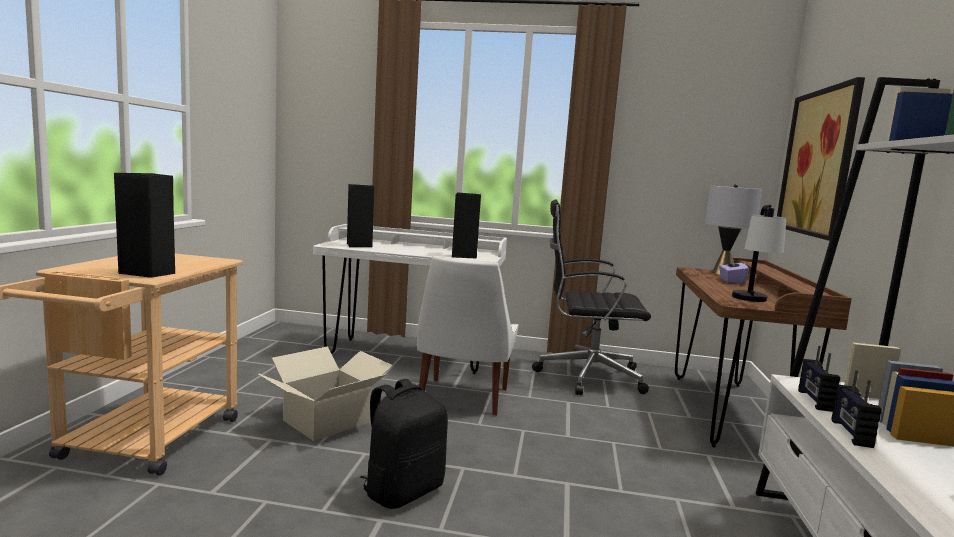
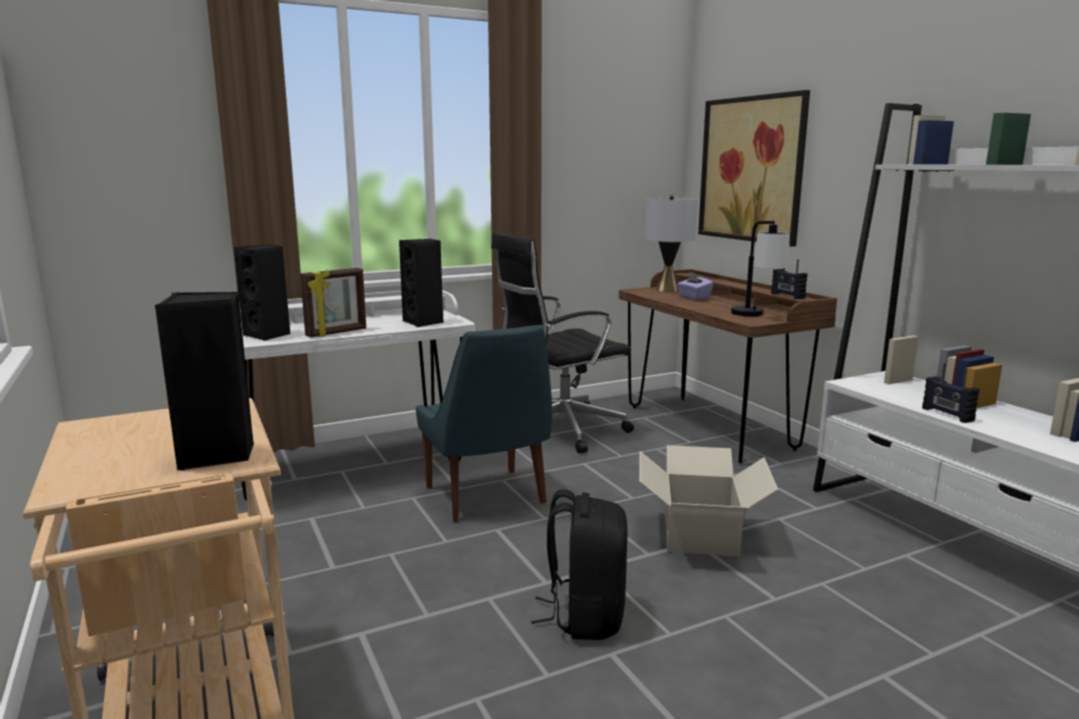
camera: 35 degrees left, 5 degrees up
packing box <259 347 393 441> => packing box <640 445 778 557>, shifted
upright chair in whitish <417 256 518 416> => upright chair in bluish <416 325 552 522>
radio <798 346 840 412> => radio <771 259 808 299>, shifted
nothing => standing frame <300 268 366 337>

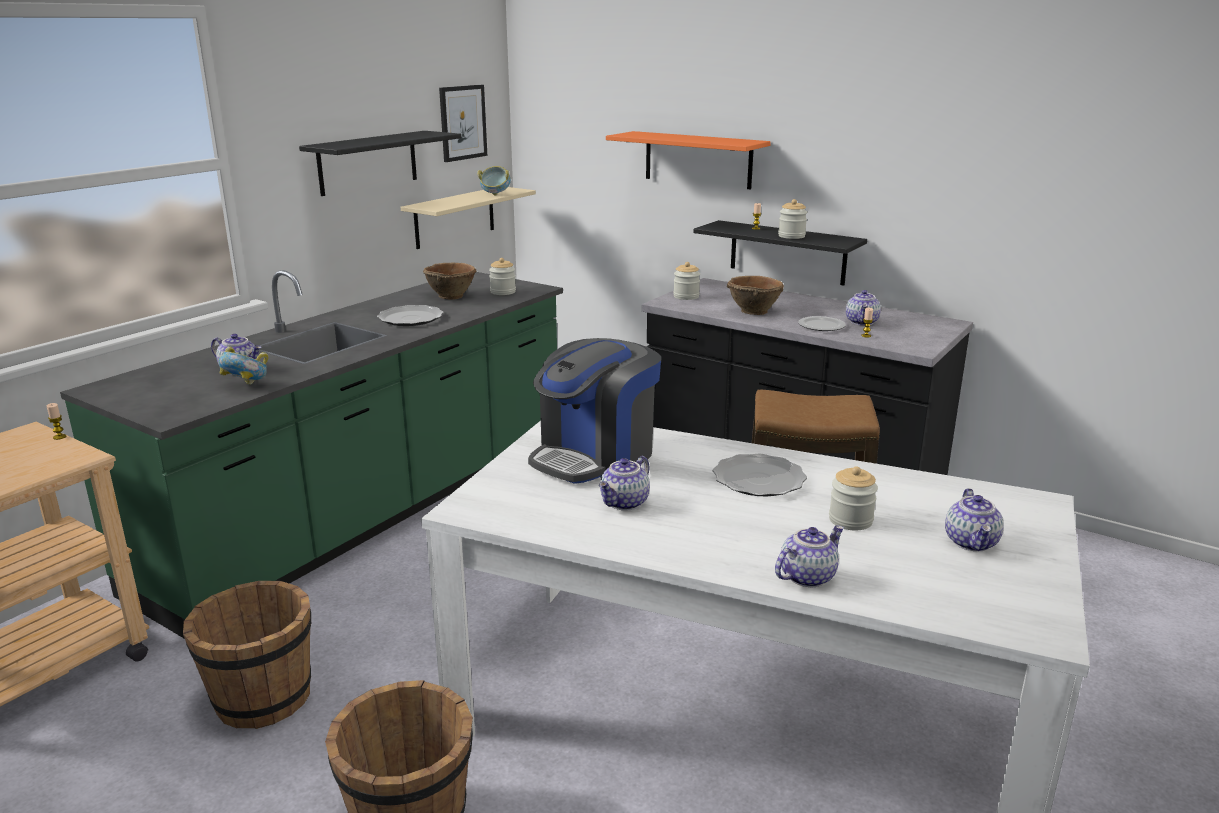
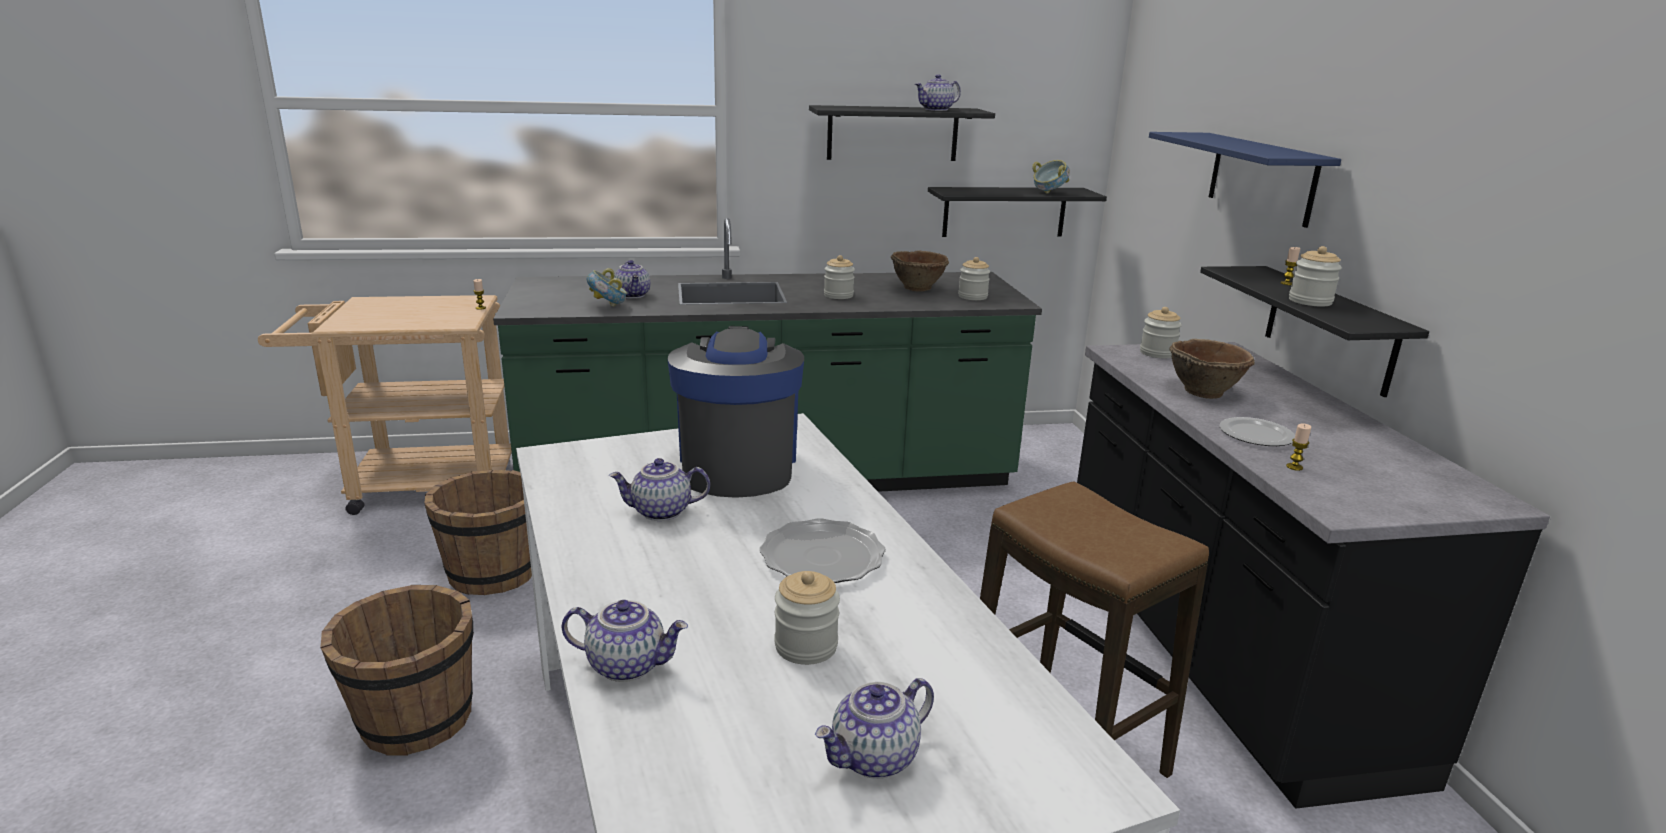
camera: 45 degrees right, 0 degrees up
dinner plate <377 305 444 326> => storage jar <824 255 855 299>
bracket shelf in beige-coloured <401 187 536 249> => bracket shelf in blackish <928 187 1107 237>
wall picture <439 85 487 162> => nothing
coffee maker <528 338 661 484> => coffee maker <667 326 804 498>, 90 degrees clockwise
bracket shelf in orange-coloured <606 131 771 189> => bracket shelf in bluish <1149 132 1341 228>
tea pot <846 290 881 325> => tea pot <915 74 961 111>, shifted

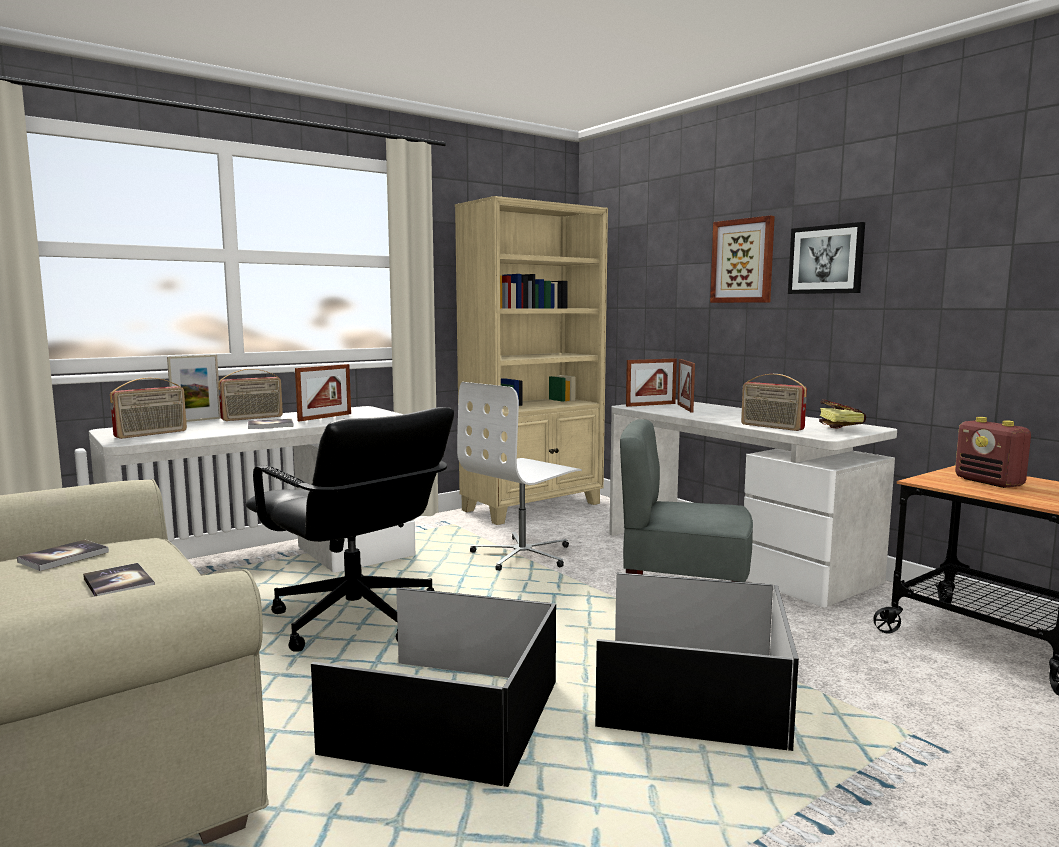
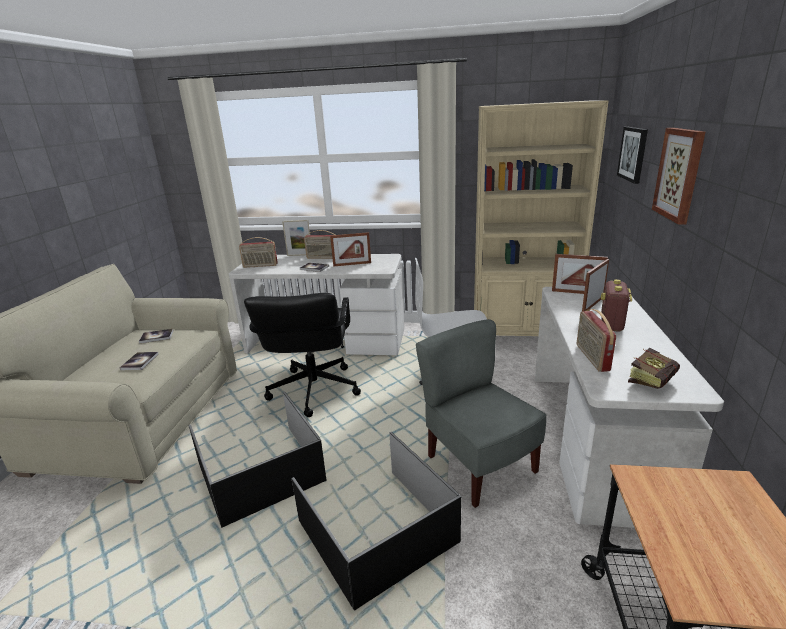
camera: 45 degrees right, 15 degrees up
wall picture <788 222 865 294> => wall picture <617 127 648 184>, shifted
radio <955 417 1031 488> => radio <601 279 632 332>, shifted

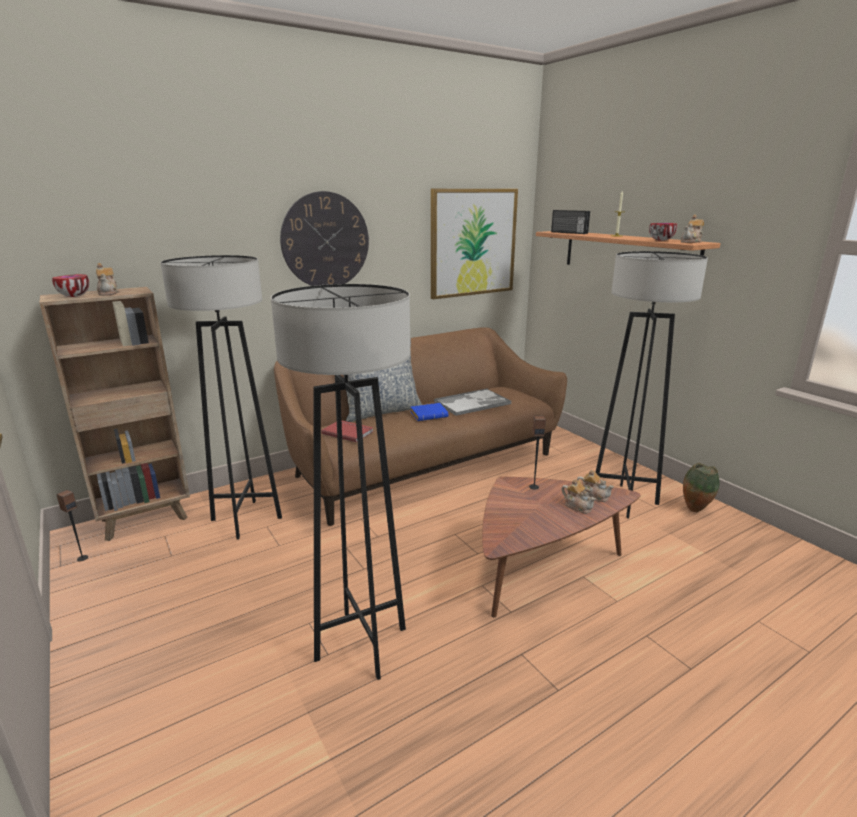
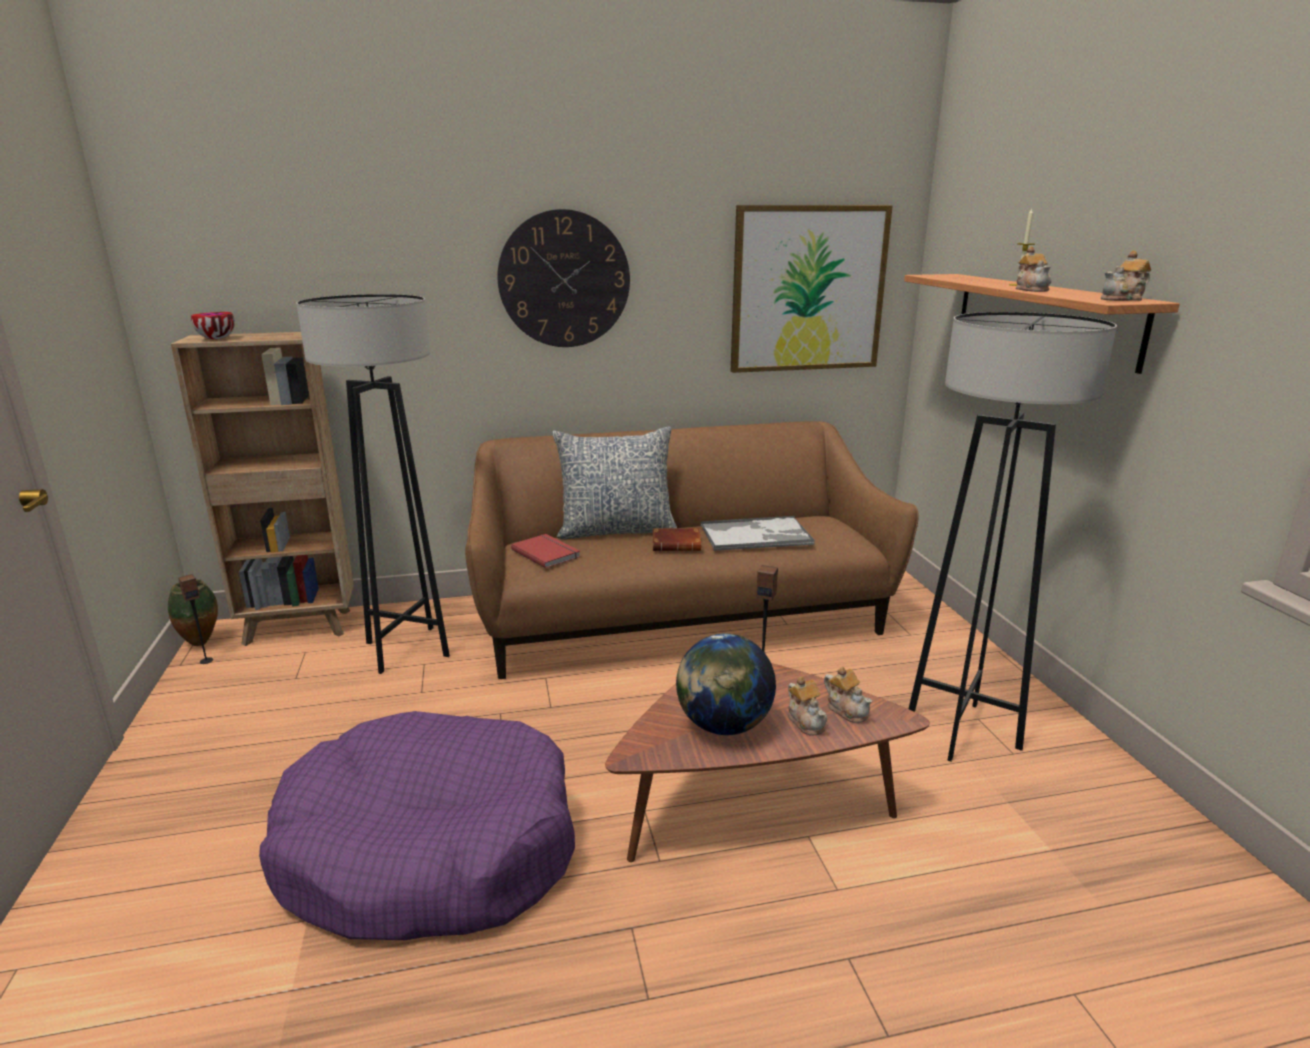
camera: 20 degrees right, 0 degrees up
tea pot <96 263 120 296> => tea pot <1016 246 1051 292>, shifted
floor lamp in grey <271 284 410 680> => dog bed in purplish <259 711 575 940>
volume in bluish <410 403 449 421> => volume in brownish <653 528 701 551>
radio <551 210 590 234> => nothing
deep dish <649 223 677 241> => nothing
flower vase <683 463 720 512> => flower vase <168 579 218 646>, shifted
nothing => globe <676 634 776 735>

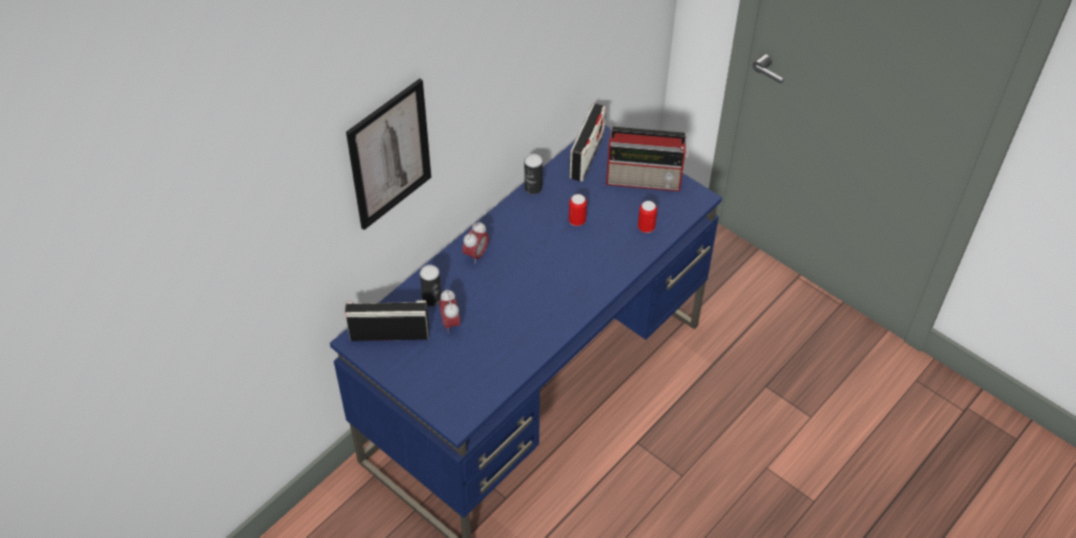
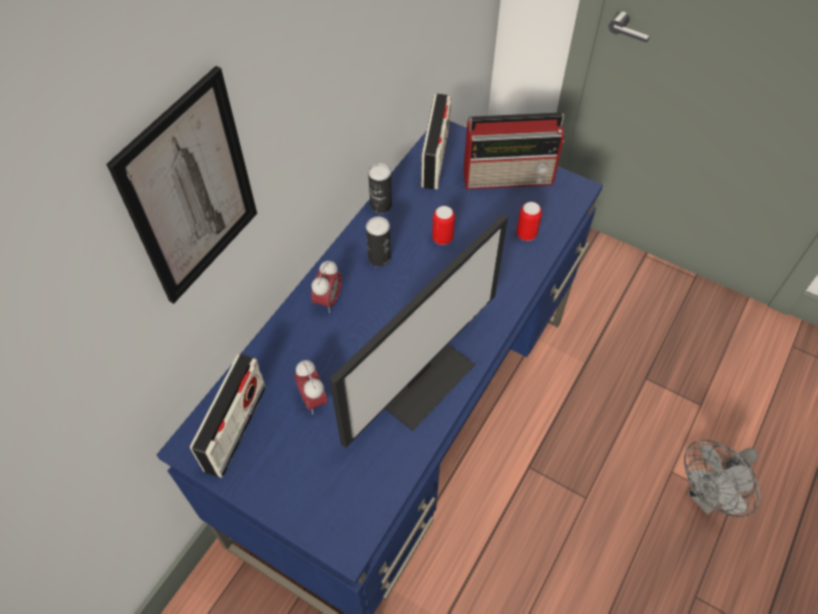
camera: 10 degrees left, 5 degrees up
radio <345 300 429 341> => radio <190 354 266 478>, 120 degrees clockwise
sealed can <420 265 441 306> => sealed can <366 216 391 267>, shifted
nothing => computer screen <329 214 508 448>
nothing => cooling fan in grey <684 440 760 517>

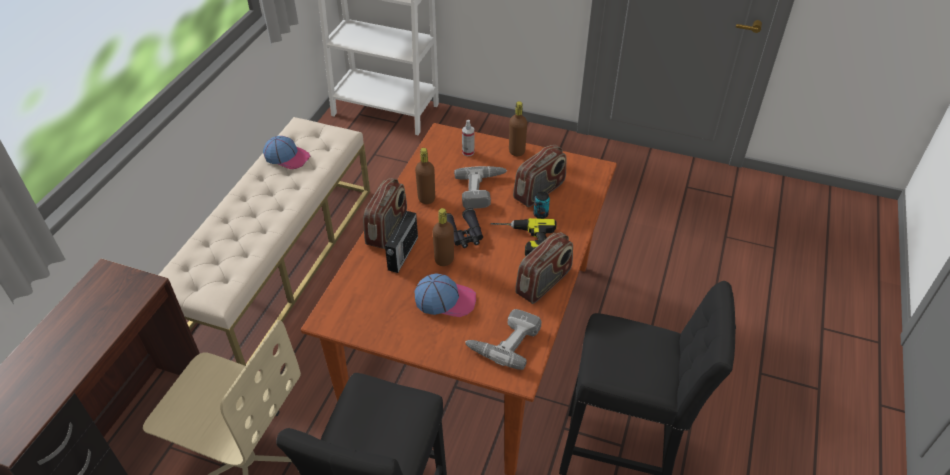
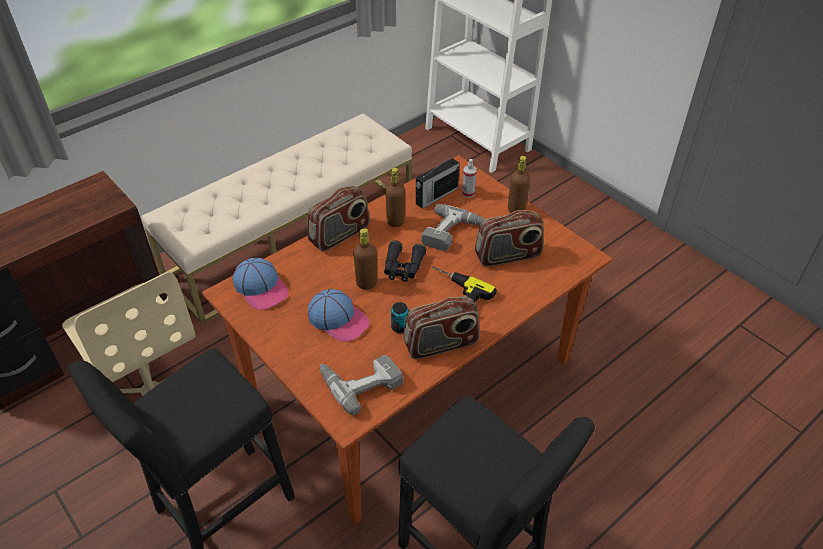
camera: 30 degrees right, 0 degrees up
cap <263 136 310 169> => cap <233 258 288 310>, shifted
radio <385 210 418 273> => radio <416 155 459 209>, shifted
sealed can <533 192 550 219> => sealed can <391 302 409 333>, shifted

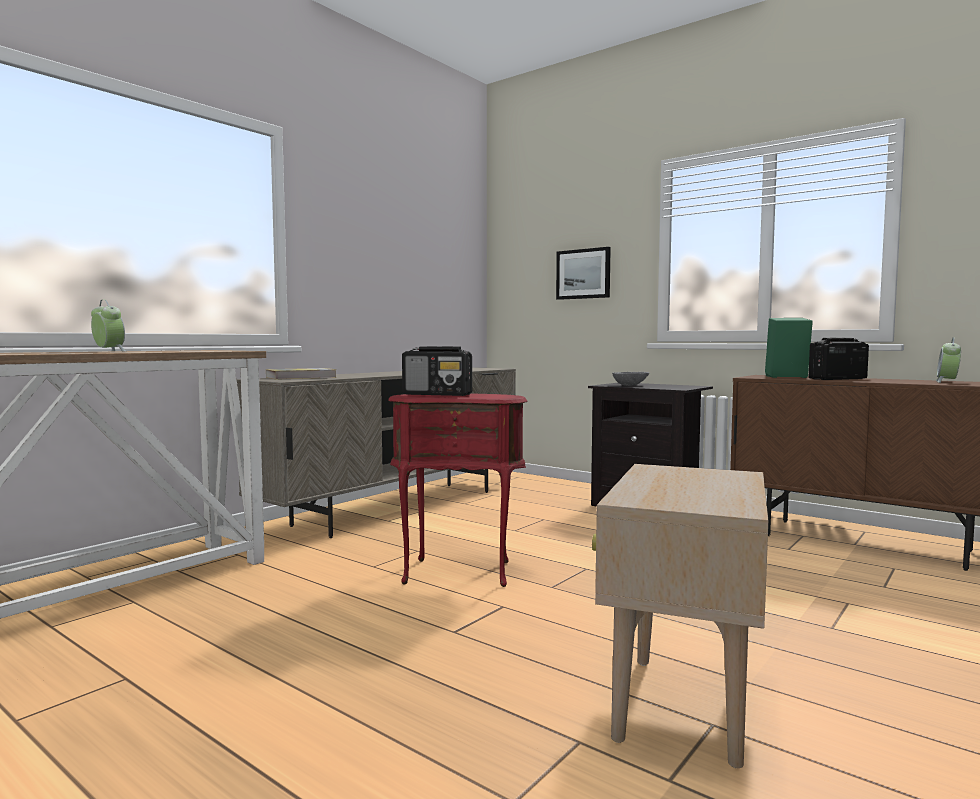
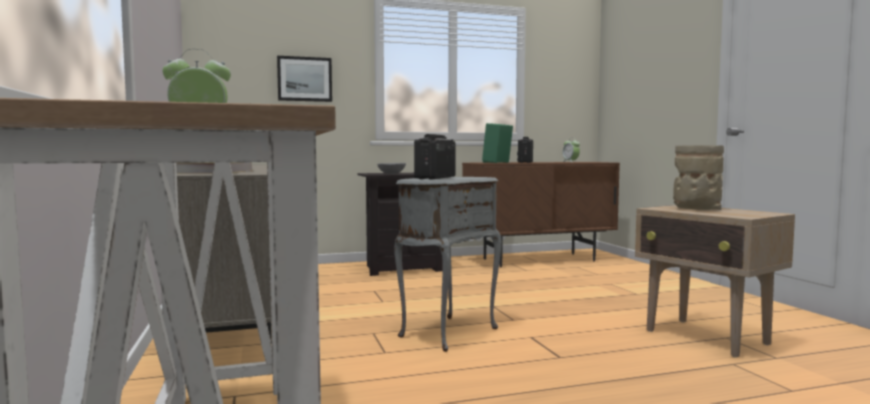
camera: 55 degrees left, 0 degrees up
side table in red-coloured <388 393 527 587> => side table in grey <394 177 501 352>
radio <402 346 472 396> => radio <414 134 456 179>, 150 degrees clockwise
nothing => flower vase in beige-coloured <673 145 724 210>

